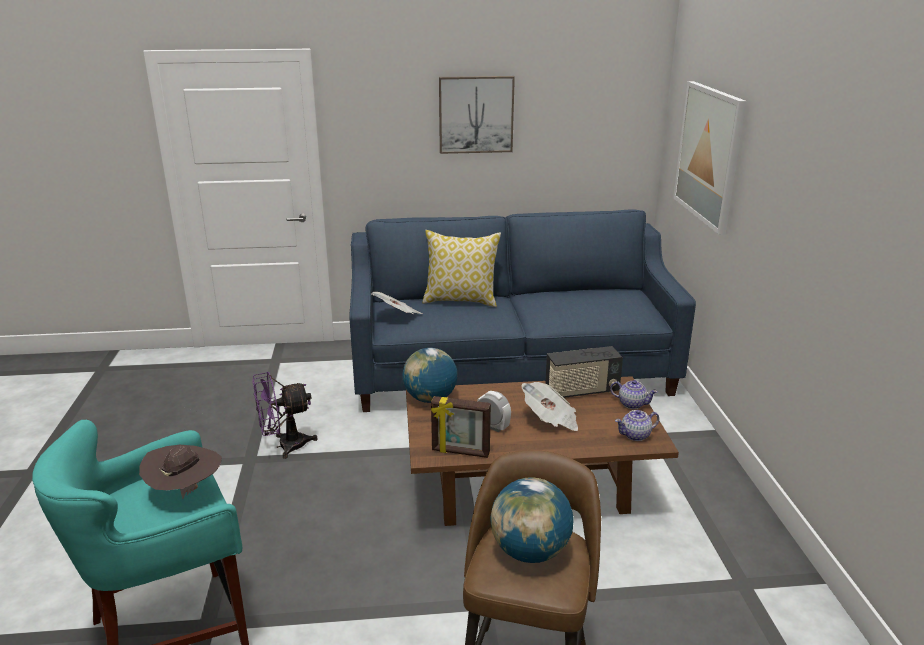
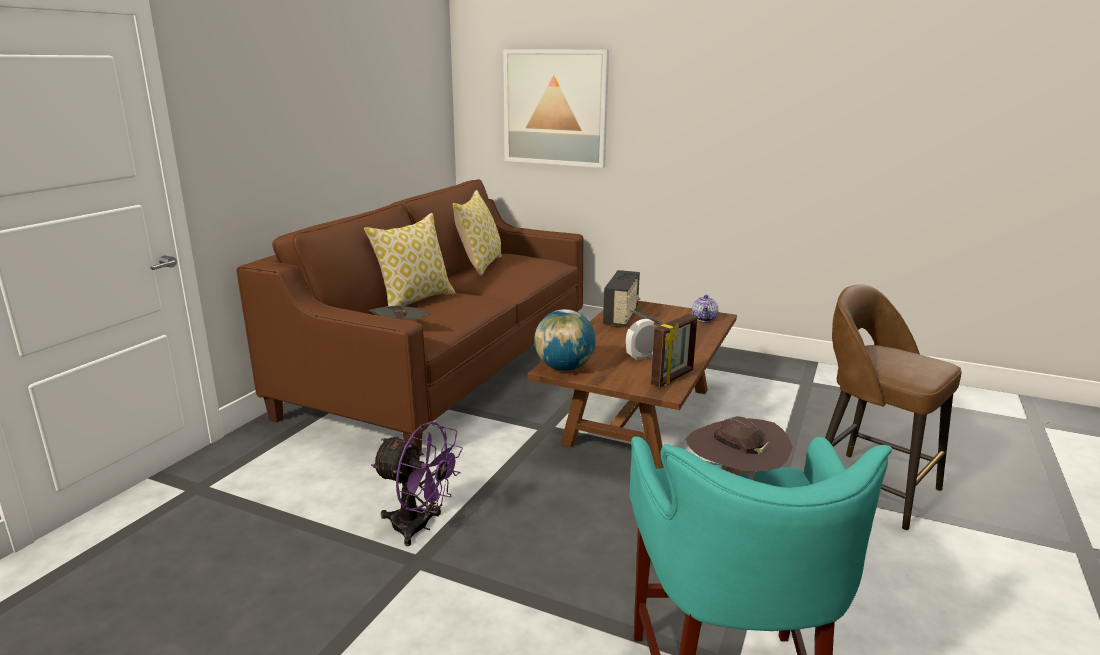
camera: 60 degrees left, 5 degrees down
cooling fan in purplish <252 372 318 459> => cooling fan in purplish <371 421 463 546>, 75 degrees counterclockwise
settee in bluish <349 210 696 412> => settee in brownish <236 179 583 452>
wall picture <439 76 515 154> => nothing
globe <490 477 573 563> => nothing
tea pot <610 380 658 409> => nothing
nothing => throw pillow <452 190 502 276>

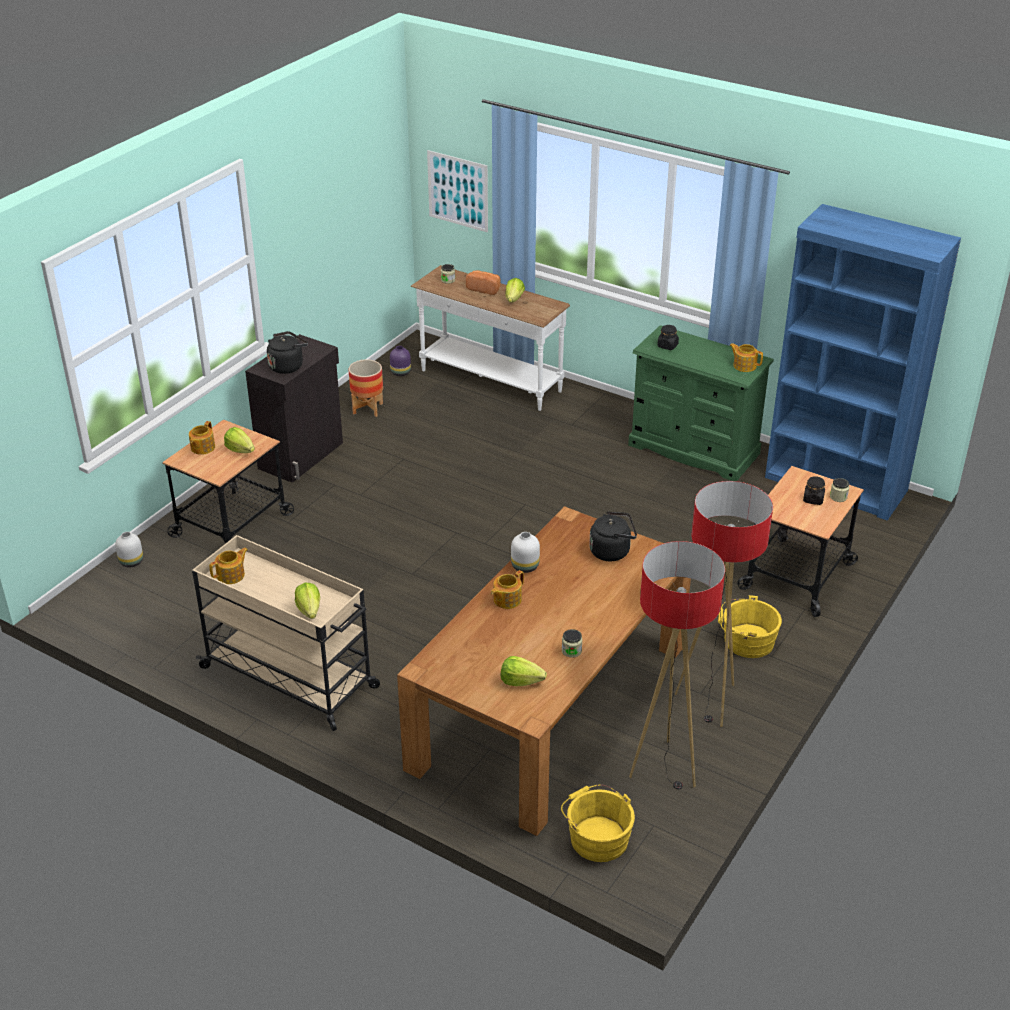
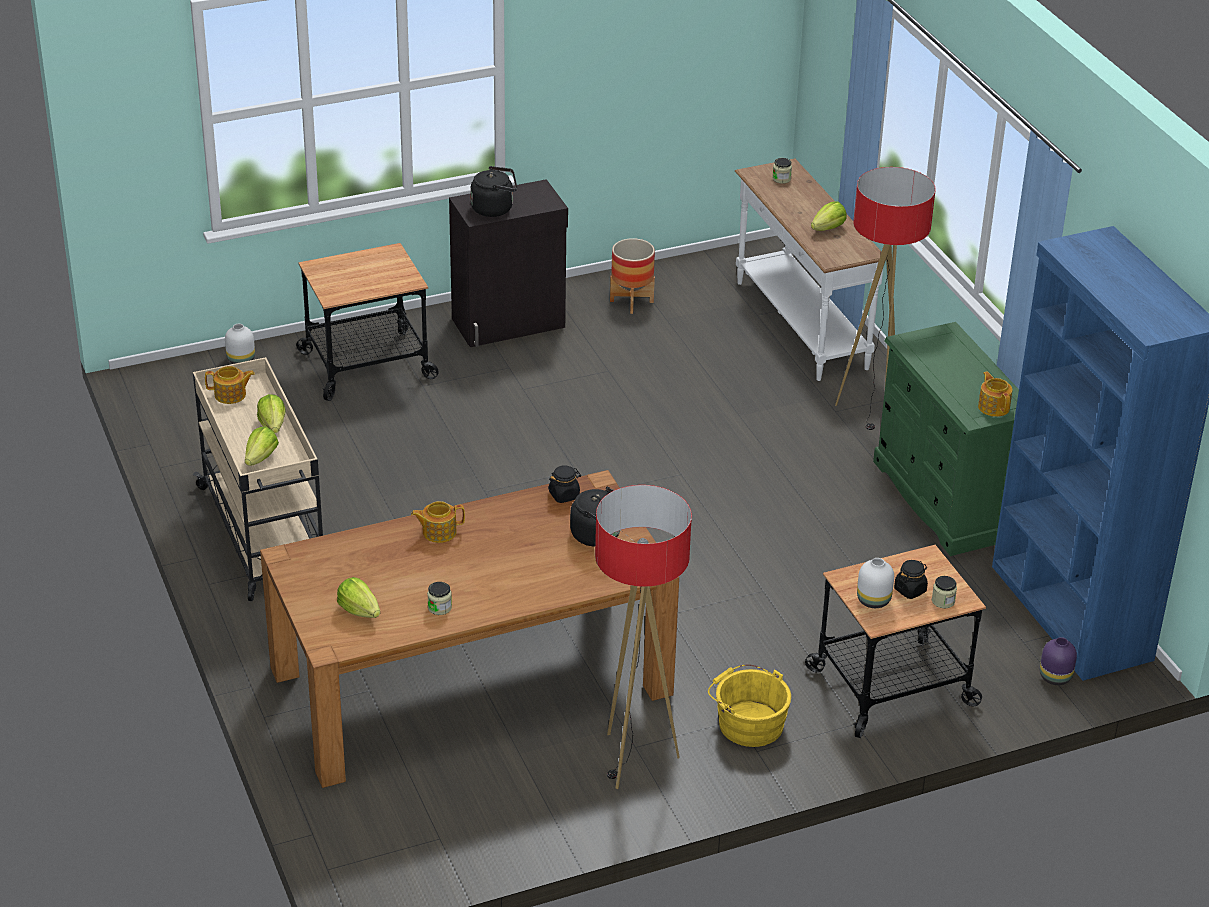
camera: 35 degrees right, 0 degrees up
tea pot <189 421 215 455> => nothing
head of lettuce <224 427 255 453> => head of lettuce <257 394 285 433>, shifted
flower vase in purplish <390 346 411 376> => flower vase in purplish <1040 637 1077 685>, shifted
wall picture <427 150 488 233> => nothing
baked bread <466 270 501 295> => nothing
flower vase in whitish <511 532 540 573> => flower vase in whitish <857 558 894 608>, shifted
pail in yellow <561 784 635 862> => nothing
floor lamp <629 541 725 789> => floor lamp <835 167 936 430>, shifted
storage jar in blackish <657 325 679 350> => storage jar in blackish <548 466 581 503>, shifted

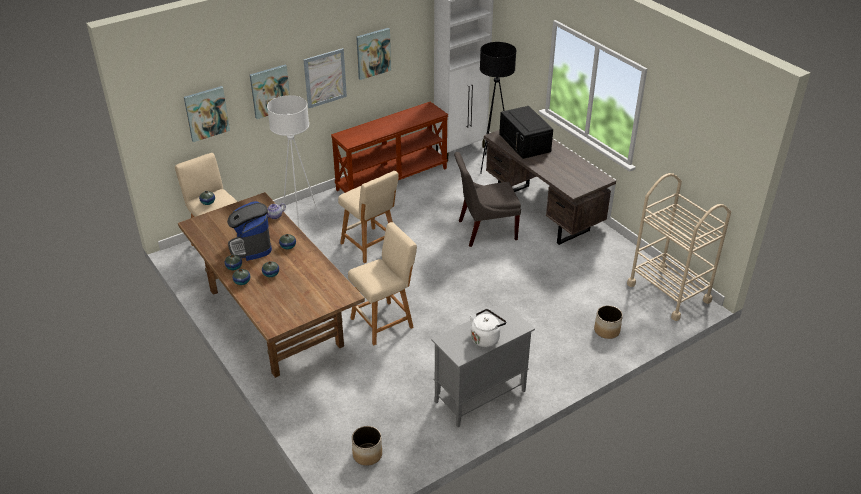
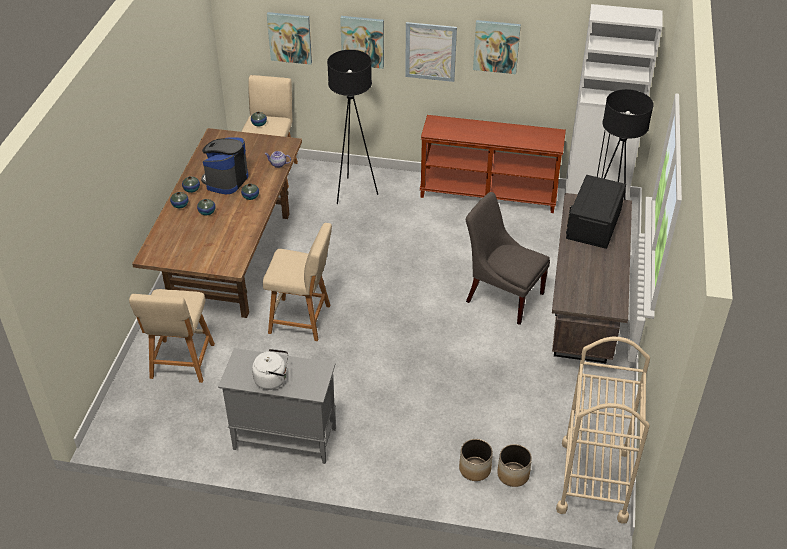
camera: 45 degrees right, 5 degrees up
floor lamp in whitish <267 95 320 229> => floor lamp in blackish <327 50 378 204>
stool seat in beige-coloured <338 171 399 263> => stool seat in beige-coloured <129 289 215 383>, shifted
plant pot <352 426 382 466> => plant pot <497 444 532 487>, shifted

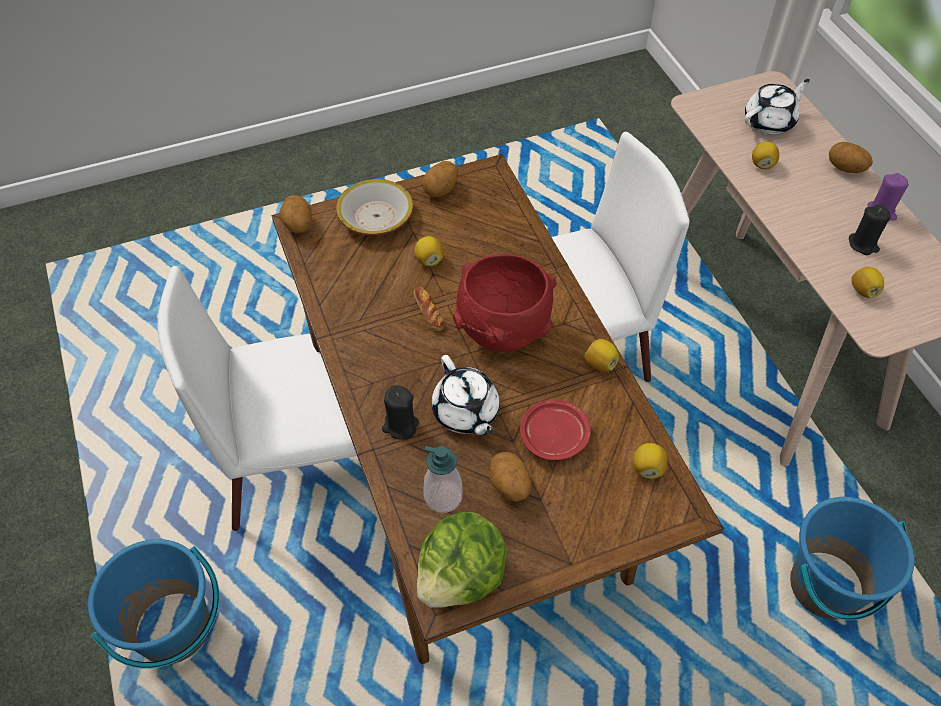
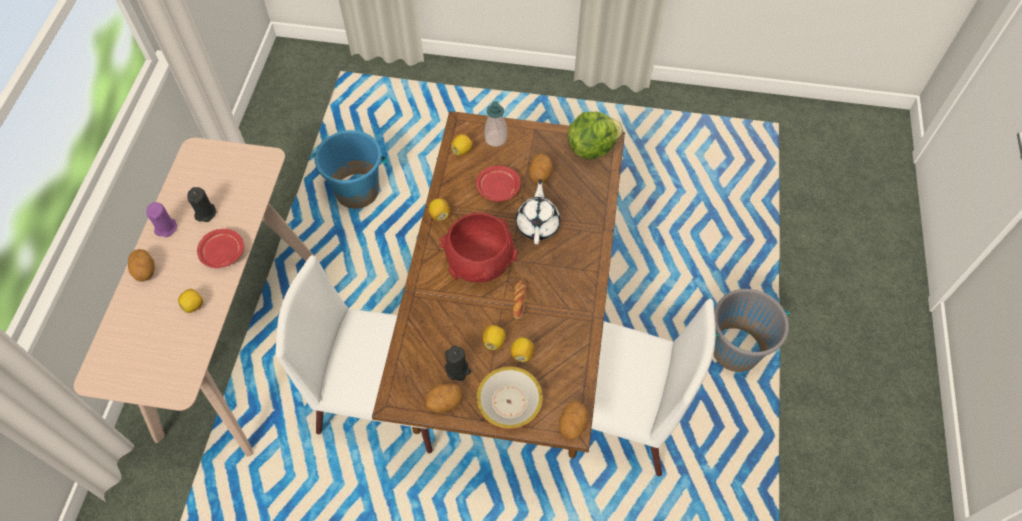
camera: 150 degrees left, 5 degrees up
pail in bluish <88 539 219 668> => pail in grey <713 289 790 372>
candle in blackish <382 385 419 440> => candle in blackish <445 345 471 381>, shifted
soap dispenser <423 446 463 513> => soap dispenser <485 101 507 147>, shifted
tea pot in whitish <745 79 810 134> => nothing
citrus fruit <851 267 884 298> => citrus fruit <511 338 534 362>, shifted
nothing => dinner plate in red-coloured <197 229 244 268>

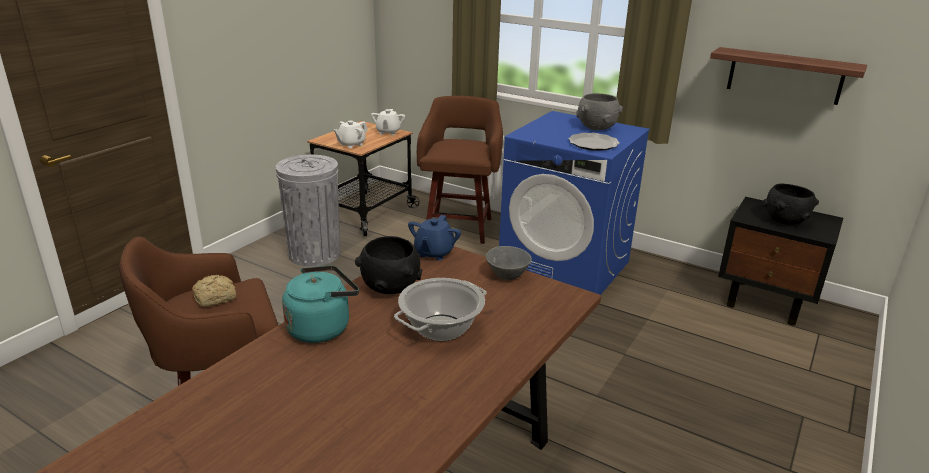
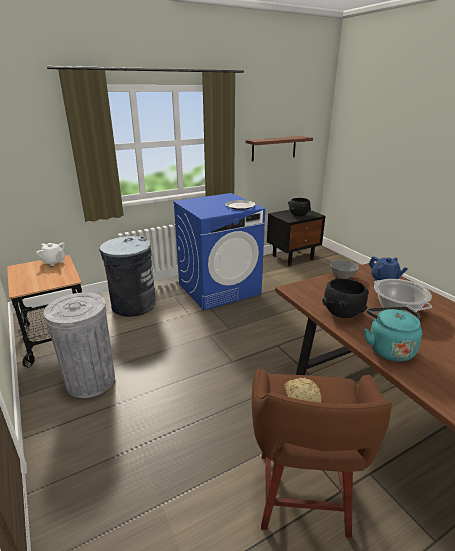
camera: 60 degrees left, 0 degrees up
tea pot in whitish <334 120 368 148> => nothing
tea pot in bluish <408 215 461 261> => tea pot in bluish <369 256 408 281>, shifted
stool seat in brownish <417 96 503 244> => waste bin in grey <99 236 156 317>
deep dish in grey <576 93 623 130> => nothing

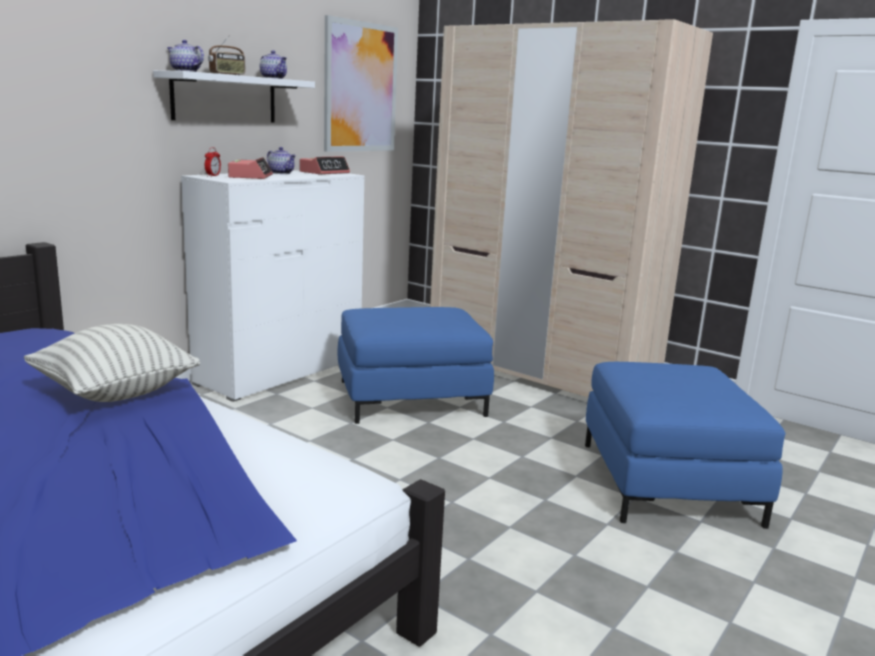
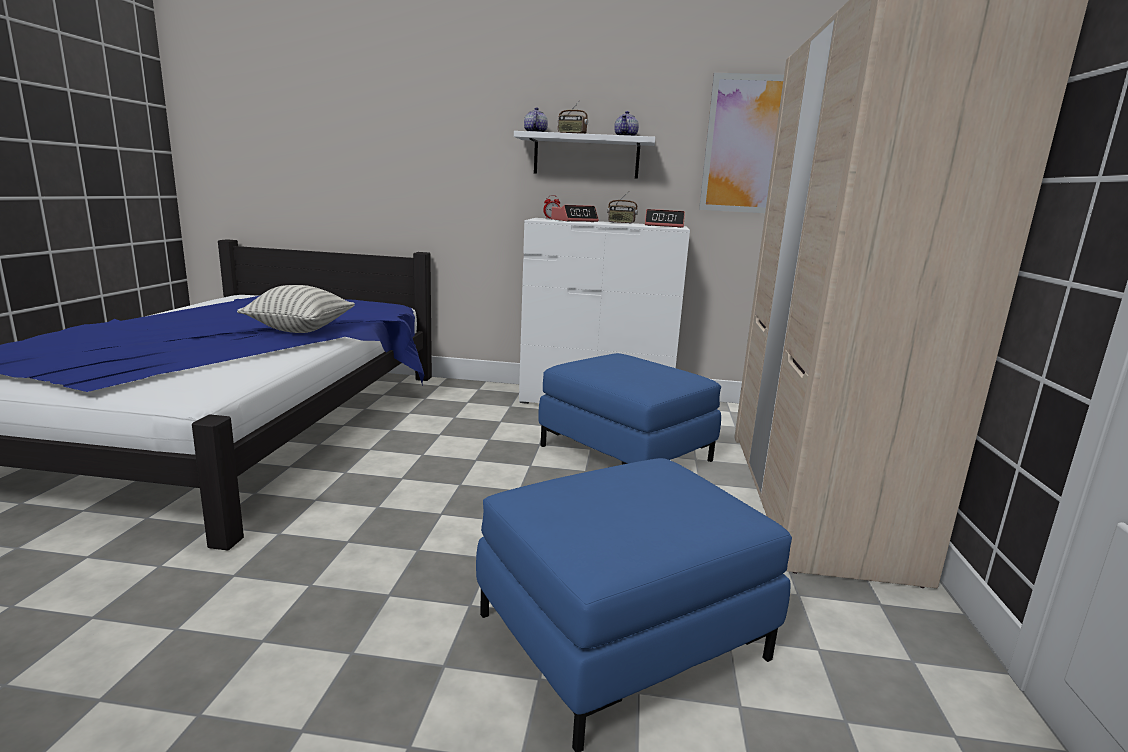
camera: 60 degrees right, 0 degrees up
tea pot <267 147 296 174> => radio <607 194 638 224>

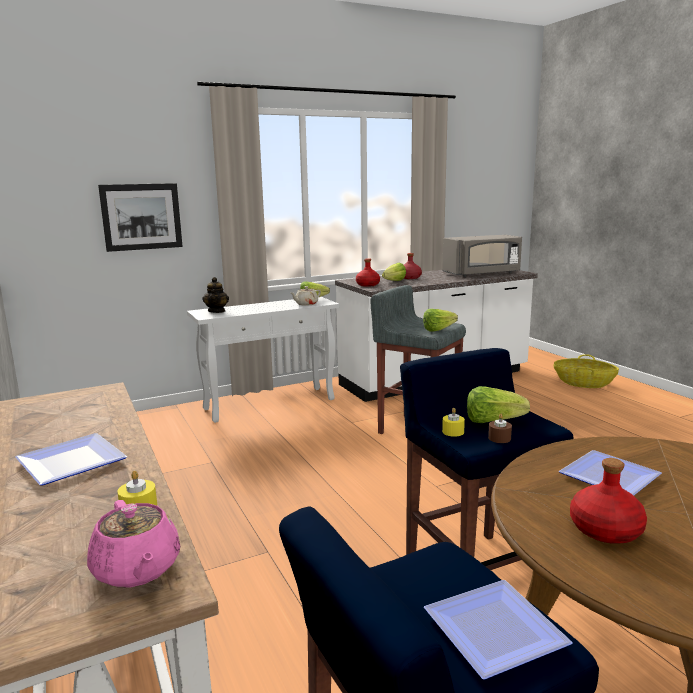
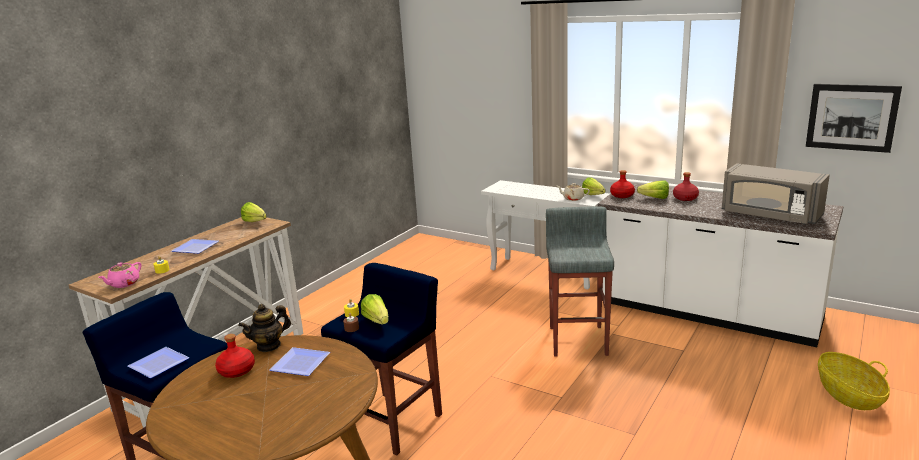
camera: 60 degrees right, 5 degrees up
wall picture <98 183 183 252> => wall picture <806 84 902 153>, shifted
tea pot <202 277 229 313> => tea pot <238 304 291 352>, shifted
head of lettuce <423 309 458 332> => head of lettuce <241 202 267 222>, shifted

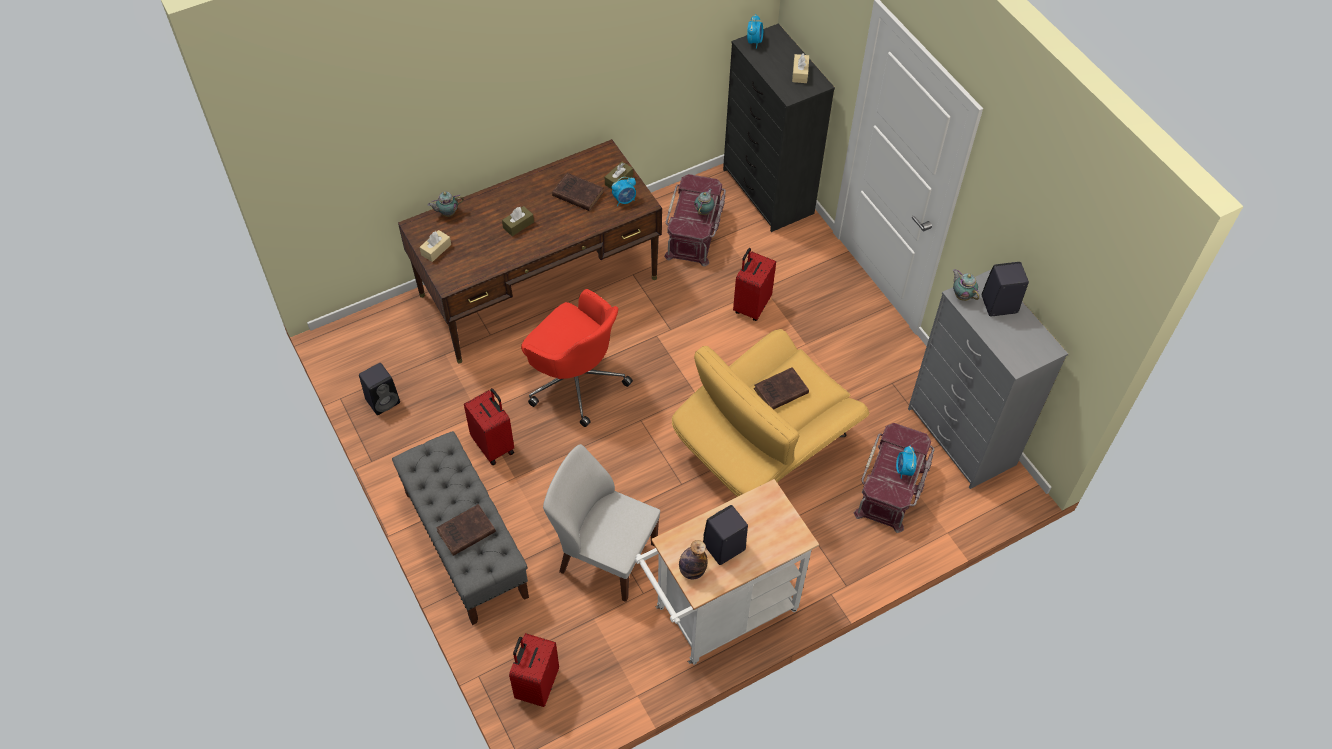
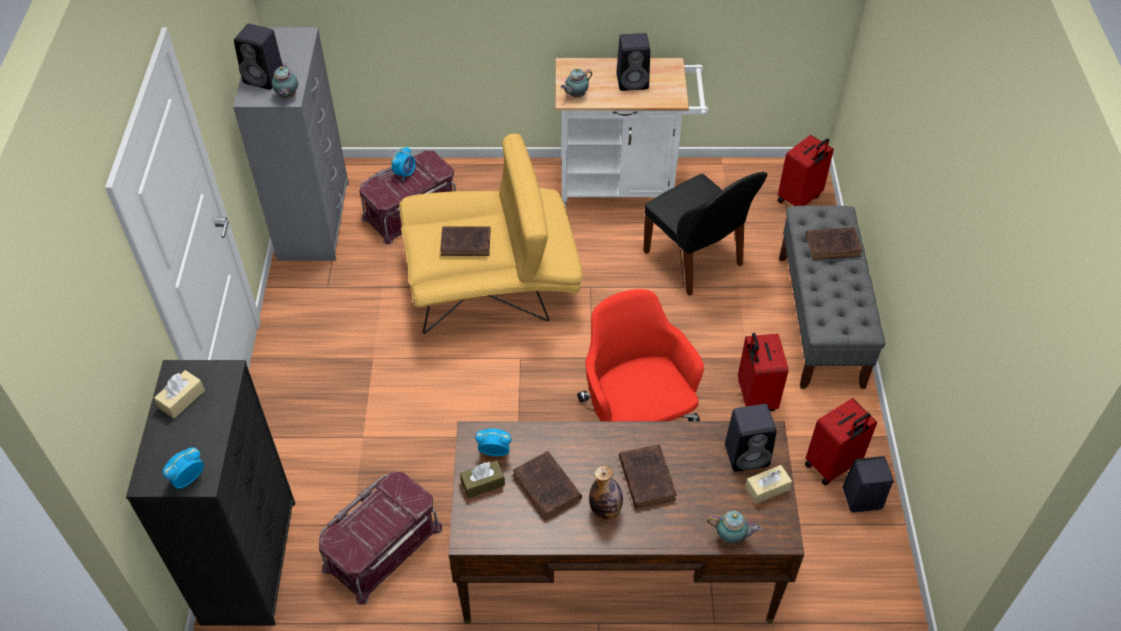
camera: 150 degrees left, 5 degrees down
tissue holder in brownish <502 206 534 236> => volume in brownish <619 445 677 509>
upright chair in whitish <543 444 660 602> => upright chair in blackish <643 172 768 296>
drink bottle <679 540 708 580> => drink bottle <589 465 623 519>, shifted
tea pot <694 188 714 215> => tea pot <561 68 592 98>, shifted
suitcase in red-coloured <733 248 776 321> => suitcase in red-coloured <805 398 877 486>, shifted
nothing => audio speaker in blackish <725 404 777 472>

